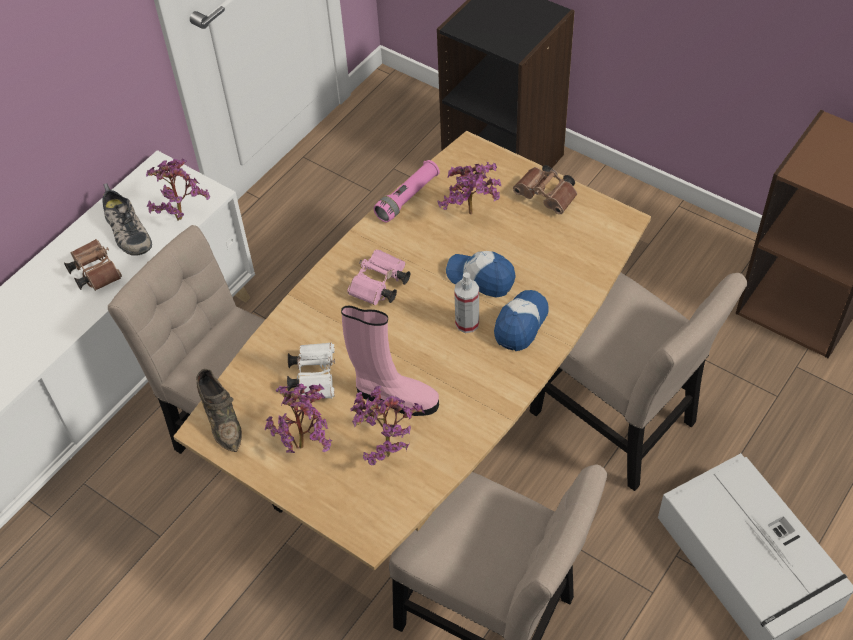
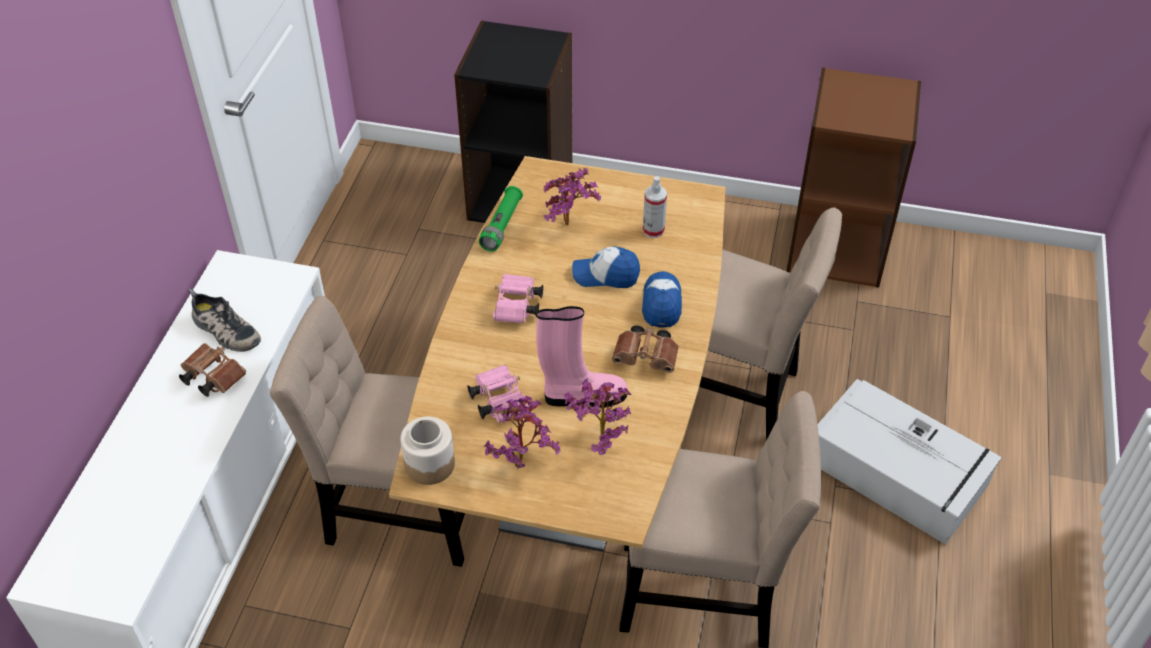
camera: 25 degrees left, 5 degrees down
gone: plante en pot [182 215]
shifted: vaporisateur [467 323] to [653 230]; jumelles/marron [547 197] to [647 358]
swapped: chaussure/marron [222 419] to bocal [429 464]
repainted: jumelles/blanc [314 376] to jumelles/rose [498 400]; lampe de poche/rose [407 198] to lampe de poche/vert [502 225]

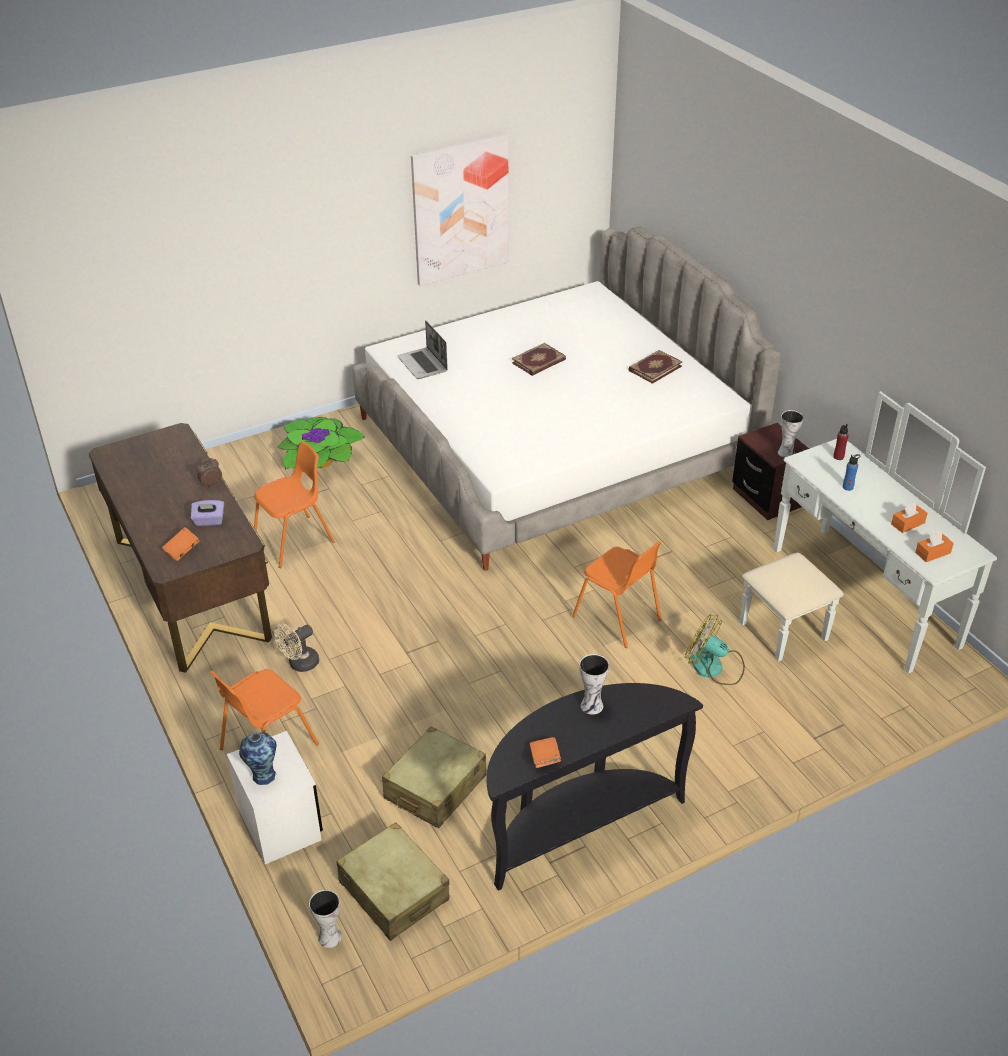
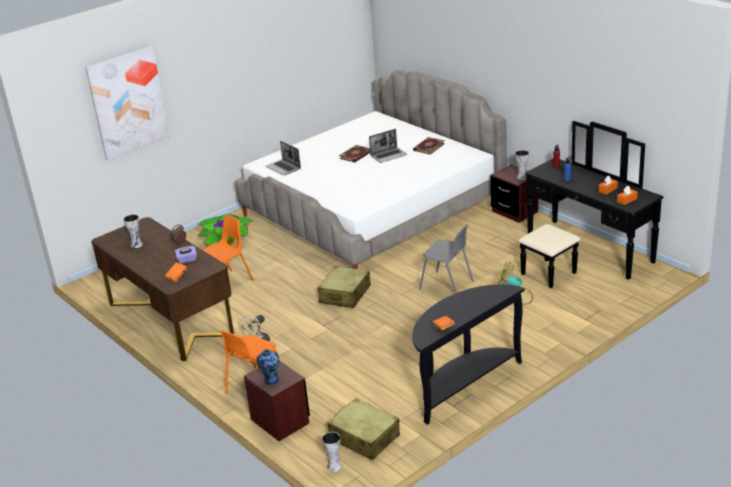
camera: 10 degrees left, 10 degrees down
new: ordinateur portable [389 155]
shifted: valise/beige [435 788] to [345 295]; tableau [460 209] to [128 102]; vase [593 705] to [137 244]
repainted: table de chevet/blanc [280 825] to table de chevet/marron [280 421]; chaise/orange [617 618] to chaise/gris [447 285]; commode/blanc [846 605] to commode/noir [580 254]

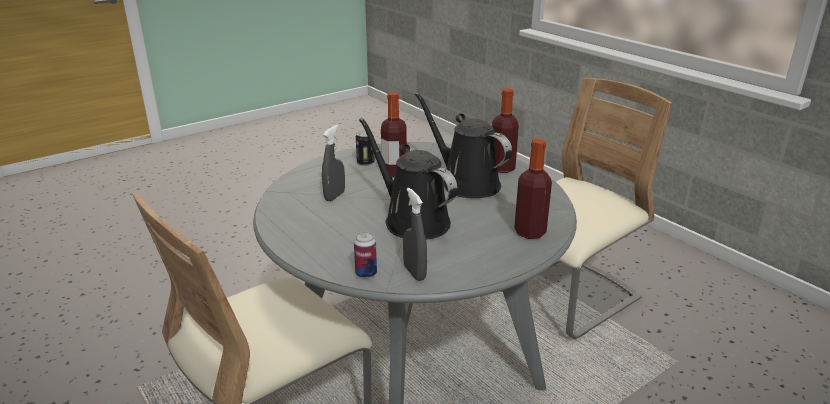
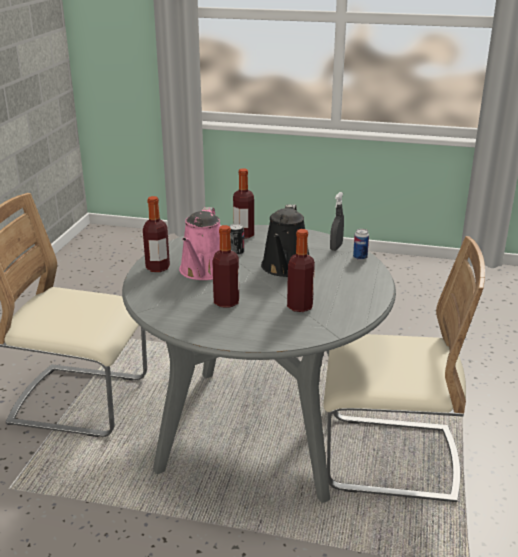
camera: 130 degrees left, 0 degrees up
shifted: boîte métallique [365 163] to [236 252]
swapped: vaporisateur/gris [334 196] to bouteille [300 306]
repainted: arrosoir/noir [466 183] to arrosoir/rose [204 271]

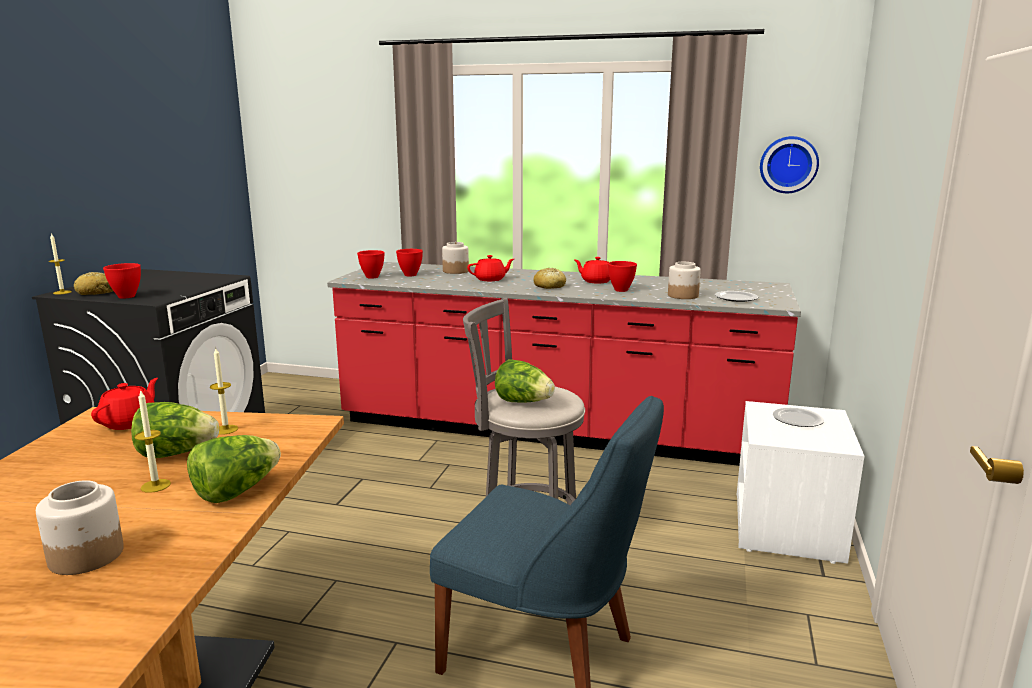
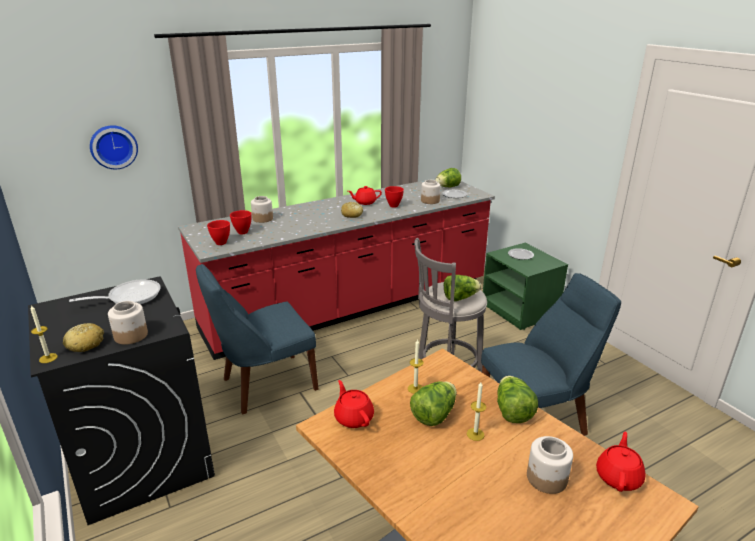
camera: 45 degrees left, 10 degrees up
new: poêle [130 297]; chaise/bleu [265 385]; laitue [447 187]
shifted: théière/rouge [490 279] to [618 477]; horloge murale [788 164] to [113 146]
swapped: bol/rouge [126 296] to bocal [130 336]
repainted: table de chevet/blanc [789 528] to table de chevet/vert [520 310]

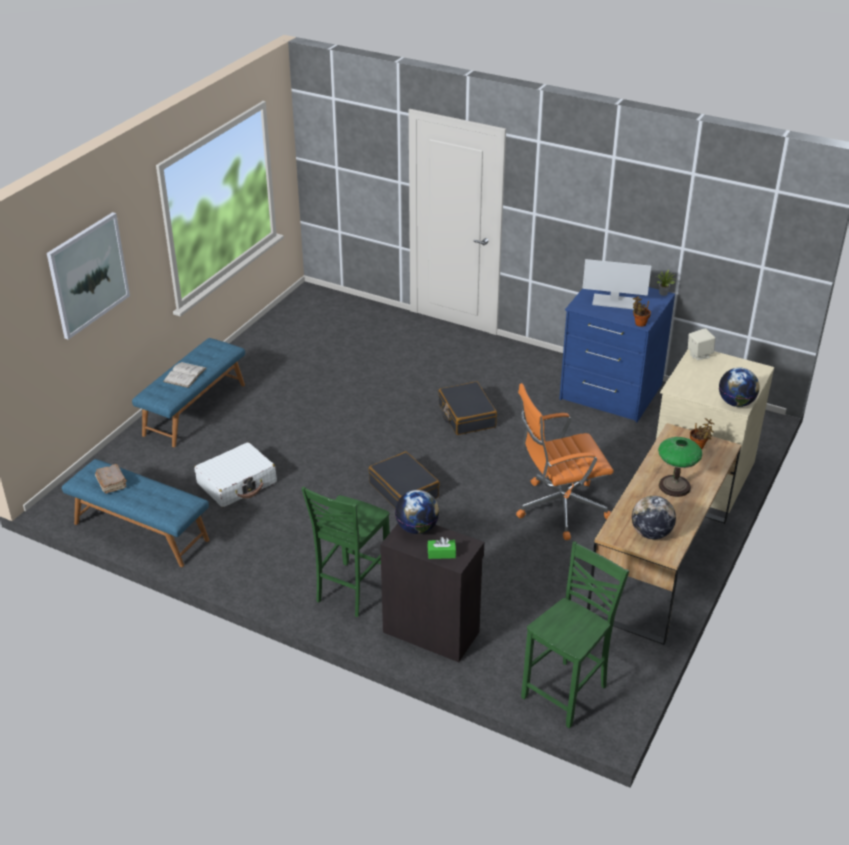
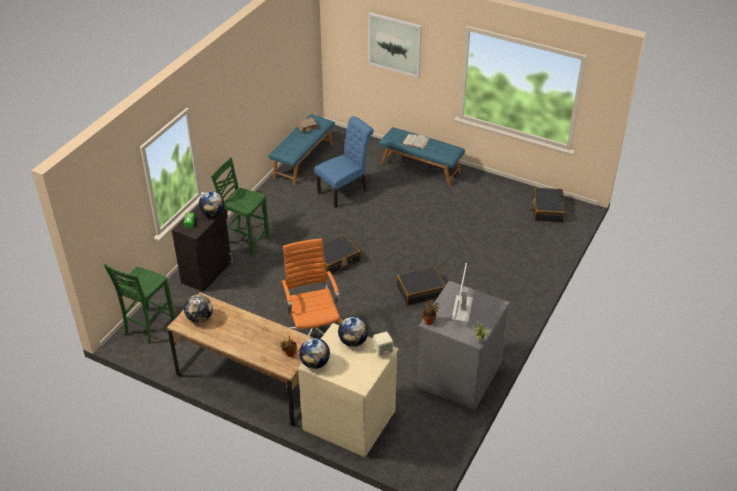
camera: 90 degrees right, 5 degrees up
gone: lampe de table [674 486]
new: globe [353 342]; valise/noir [547 210]
swapped: valise/blanc [237 483] to chaise/bleu [345 191]
repainted: commode/bleu [610 392] to commode/gris [458 375]
rotated: chaise/vert [567 692] = [148 327] 75 degrees clockwise

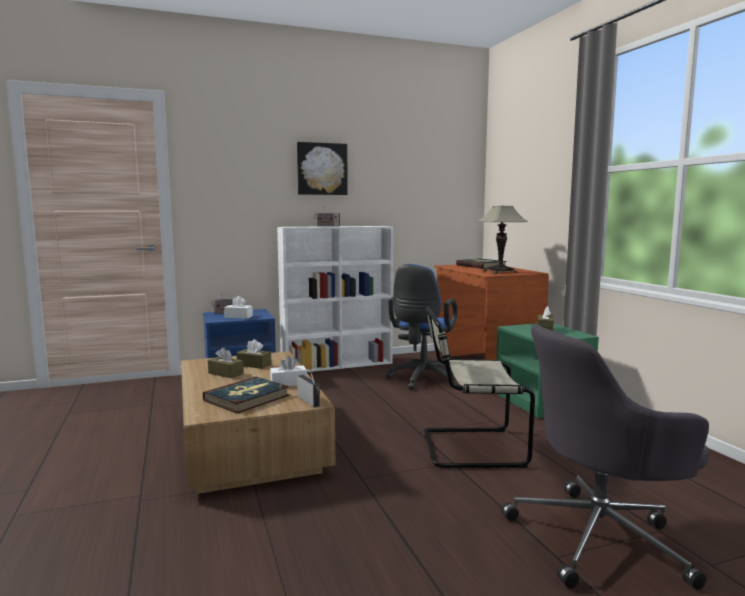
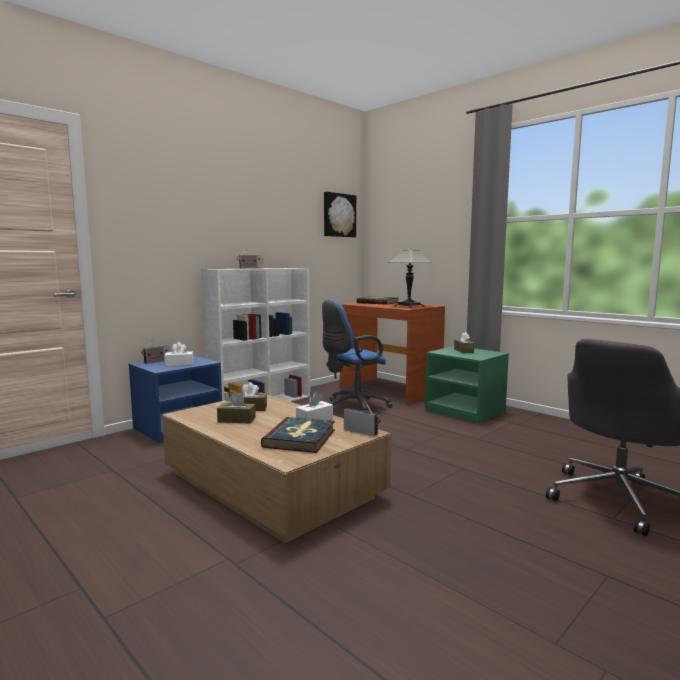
camera: 25 degrees left, 0 degrees up
gone: chaise/beige [468 448]
shifted: tableau [322 169] to [338 215]
rotated: chaise de bureau/bleu [421 380] = [353 407] 60 degrees clockwise

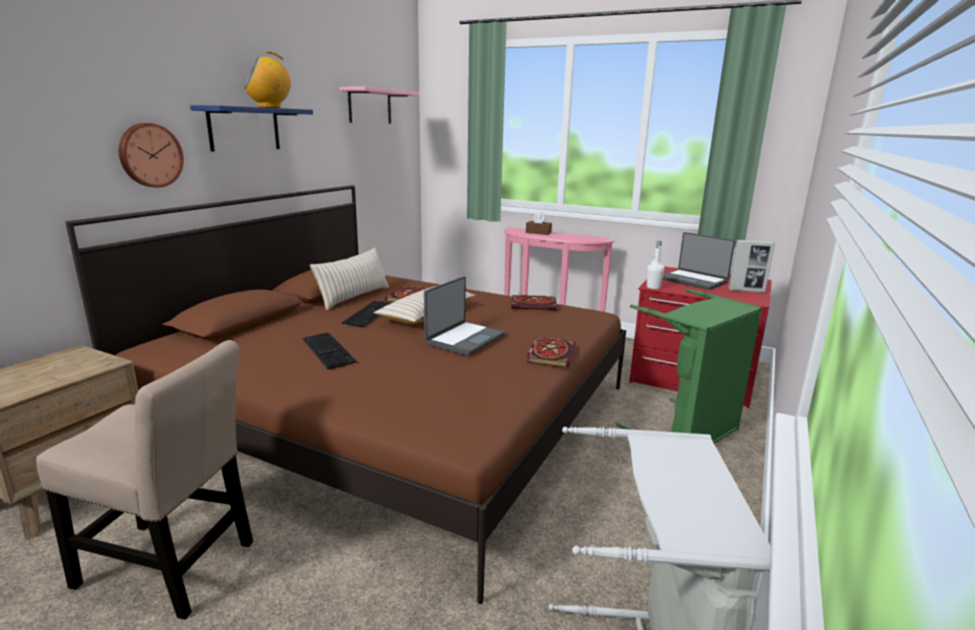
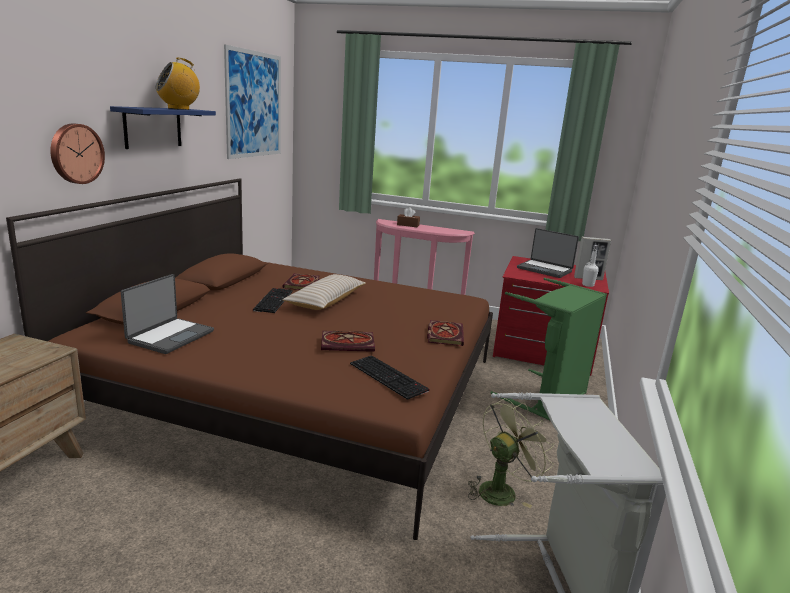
camera: 10 degrees left, 0 degrees up
gone: chaise/beige [172 567]; coussin/beige [354 297]
new: ventilateur/vert [501 490]
shifted: clavier [330 351] to [389 377]; ordinateur portable [464 339] to [170 336]; livre [534 305] to [349 343]; bouteille/blanc [653 287] to [588 285]
swapped: étagère/rose [370 106] to tableau [254 105]

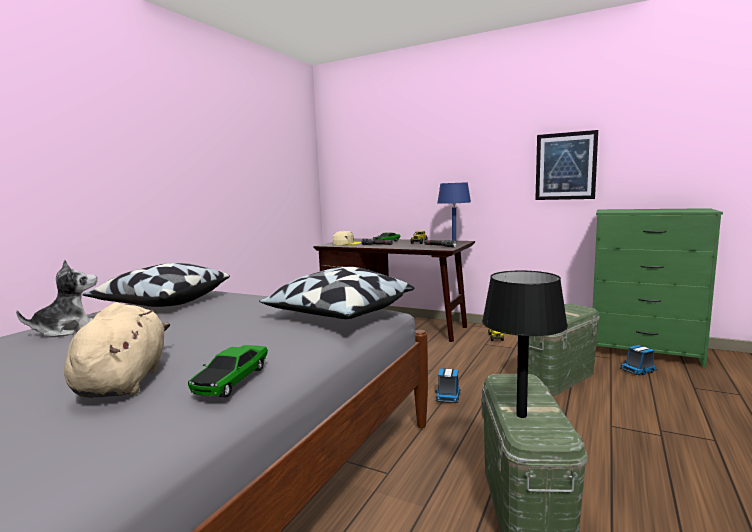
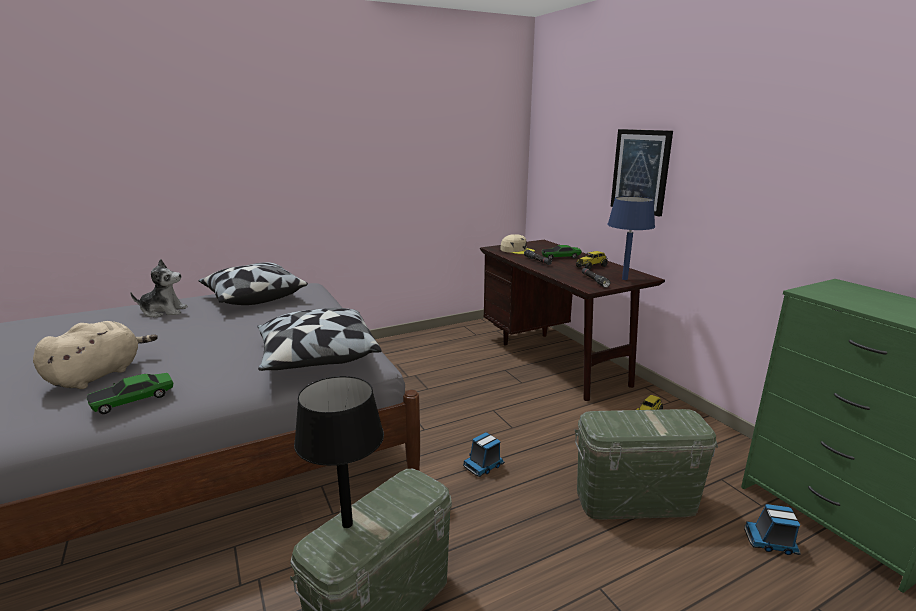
camera: 35 degrees right, 10 degrees up
shifted: tableau [565 166] to [640 171]

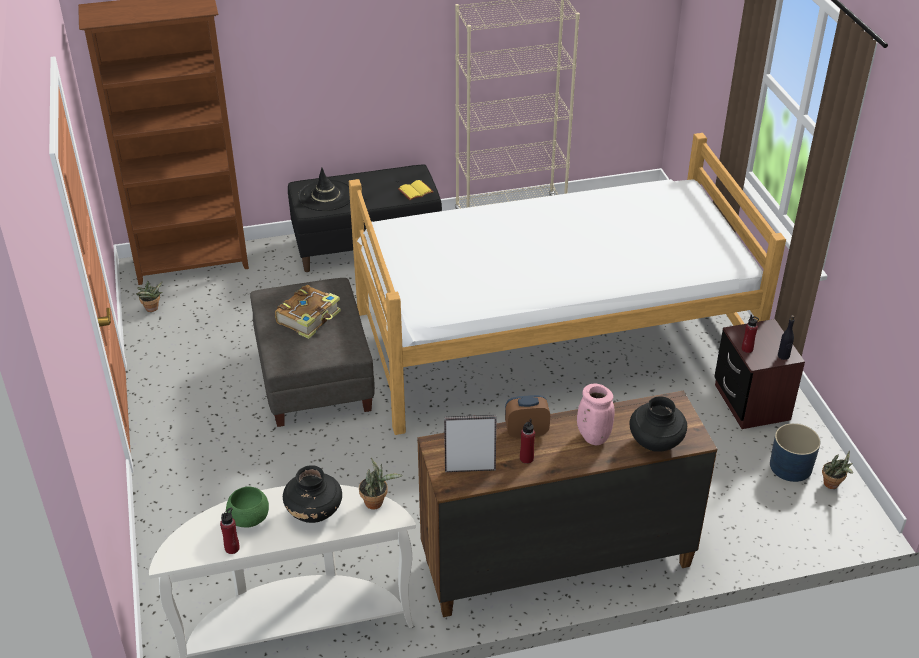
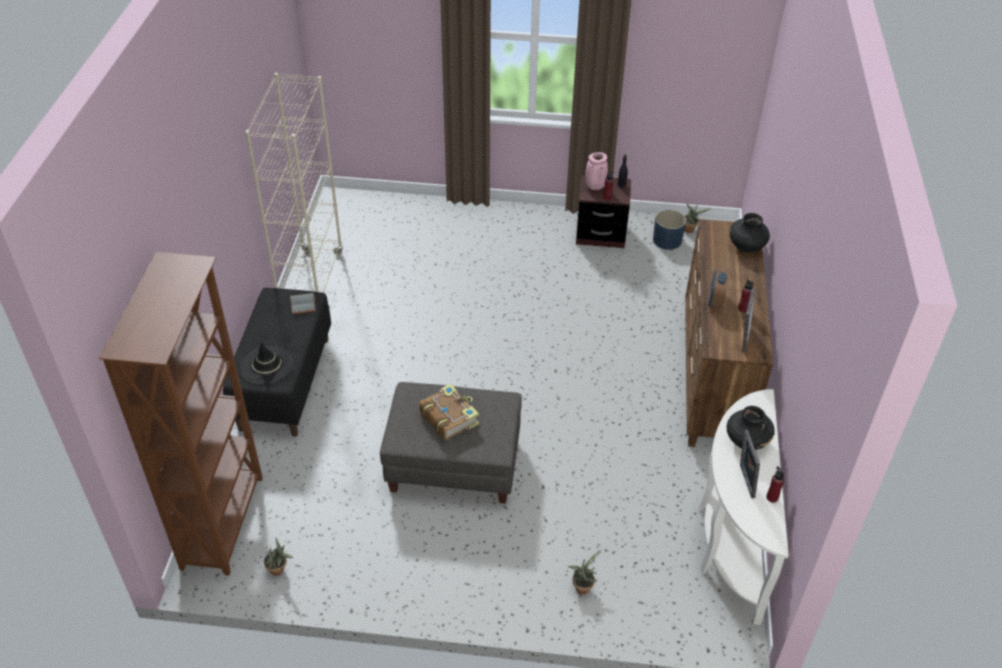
camera: 70 degrees left, 5 degrees up
gone: lit [553 340]
shifted: plante en pot [377 502] to [582 586]; vase/rose [592 437] to [595 187]
swapped: bol/vert [249 520] to cadre photo [744 481]
repainted: livre/jaune [415 192] to livre/gris [304 304]

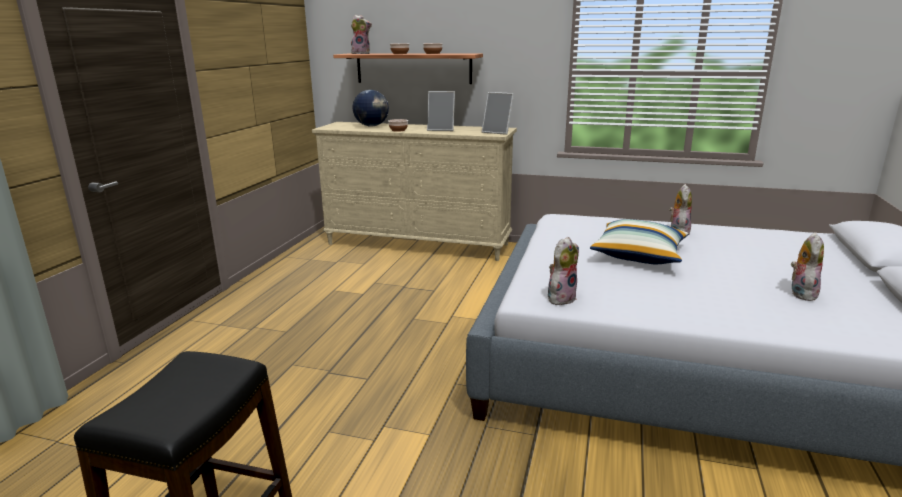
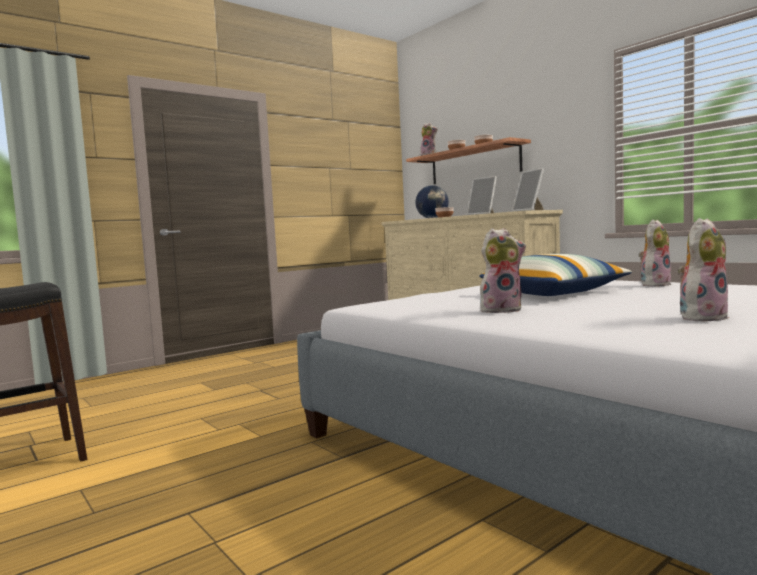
camera: 35 degrees right, 15 degrees down
shifted: peluche [561 298] to [501 310]

